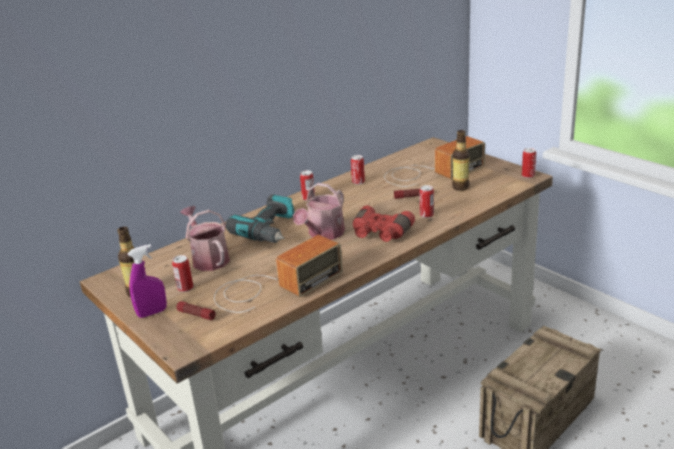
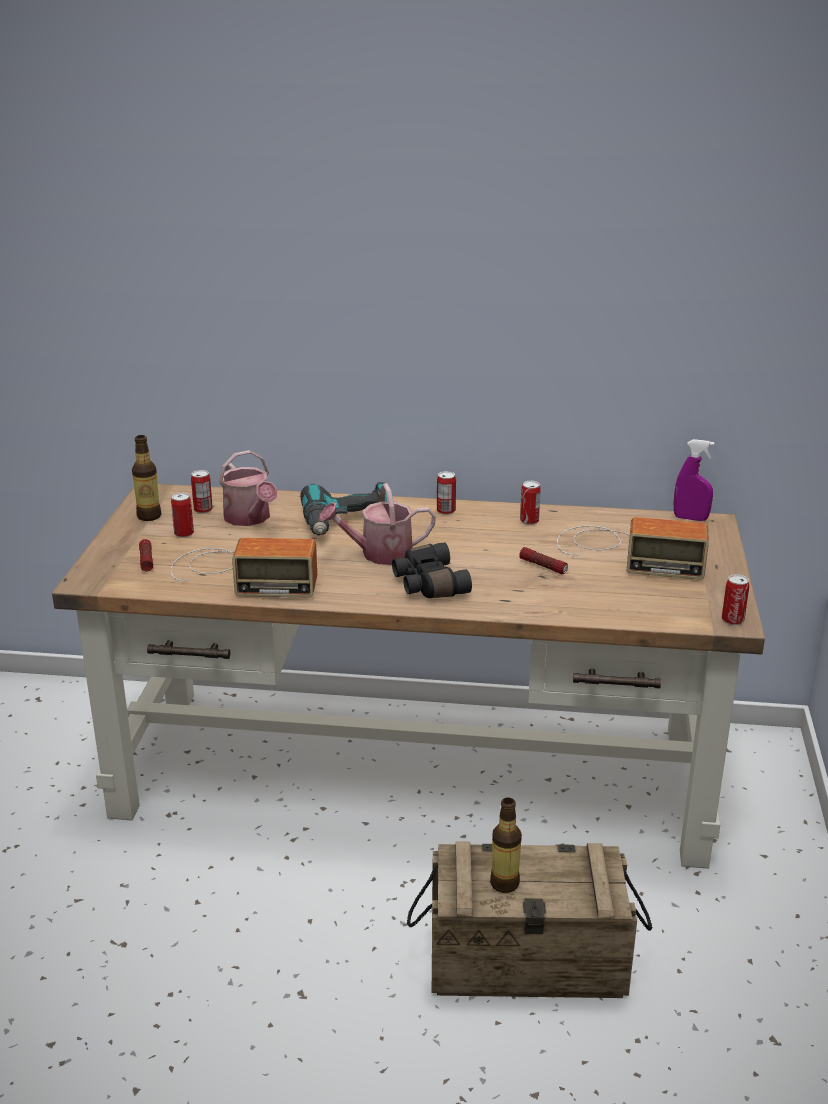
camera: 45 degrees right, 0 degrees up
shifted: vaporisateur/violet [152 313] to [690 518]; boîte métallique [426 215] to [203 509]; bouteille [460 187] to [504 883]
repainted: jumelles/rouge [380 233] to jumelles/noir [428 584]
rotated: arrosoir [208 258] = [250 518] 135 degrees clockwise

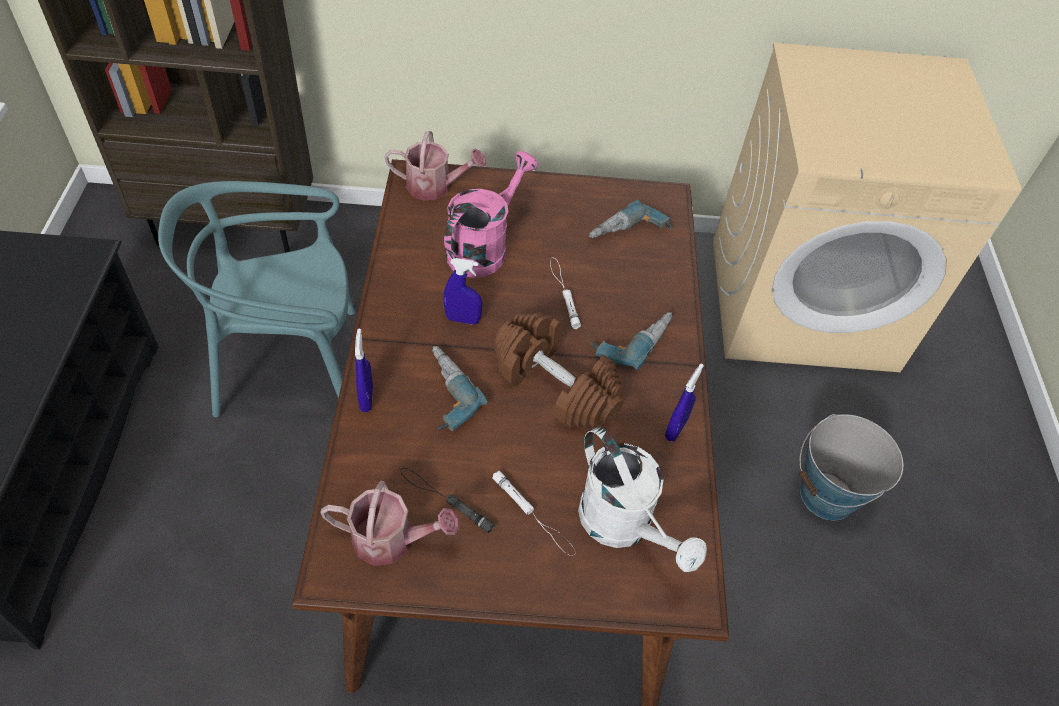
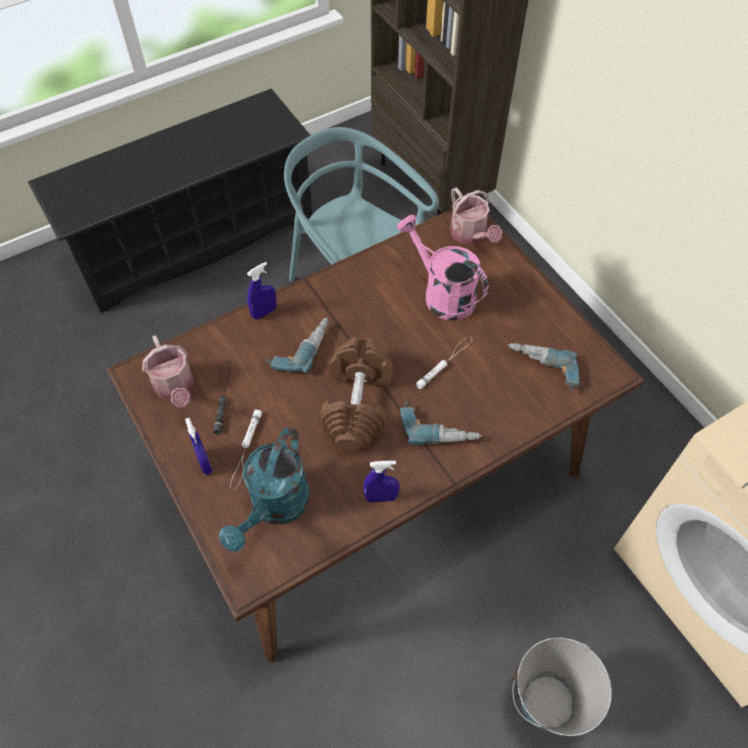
camera: 60 degrees right, 5 degrees up
shifted: vaporisateur/bleu [463 319] to [204 463]
repainted: arrosoir/blanc [624 526] to arrosoir/turquoise [275 508]
rotated: arrosoir/rose [483 247] = [442 294] 135 degrees counterclockwise

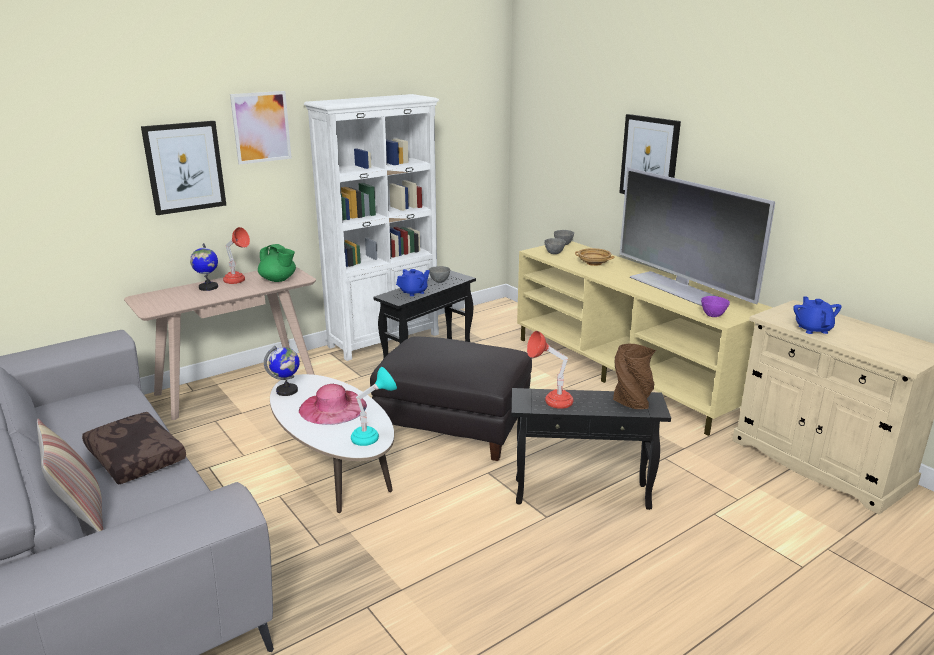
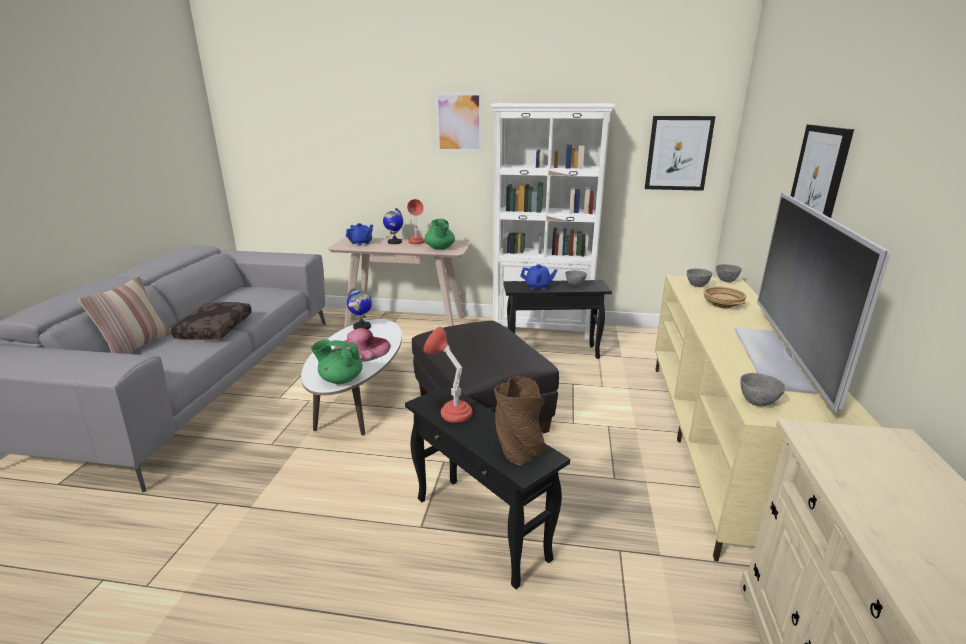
camera: 45 degrees right, 0 degrees up
shifted: tableau [185 167] to [678 153]; théière/bleu [813 329] to [361 243]
swapped: lampe de table/turquoise [373 437] to théière/vert [340 379]
repainted: bol/violet [712 315] to bol/gris [757 402]

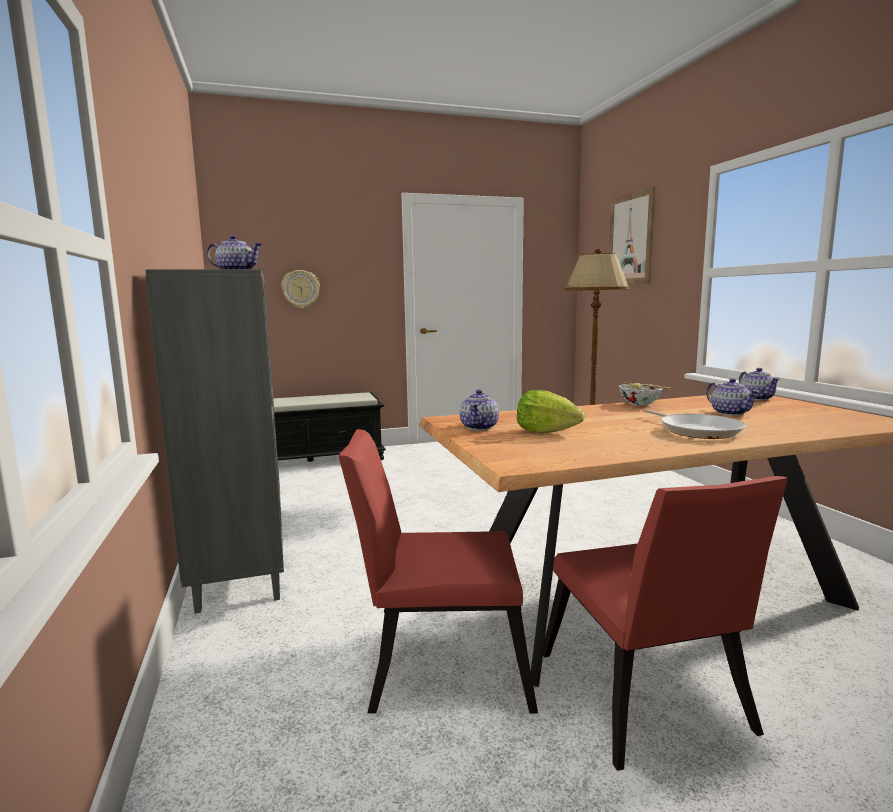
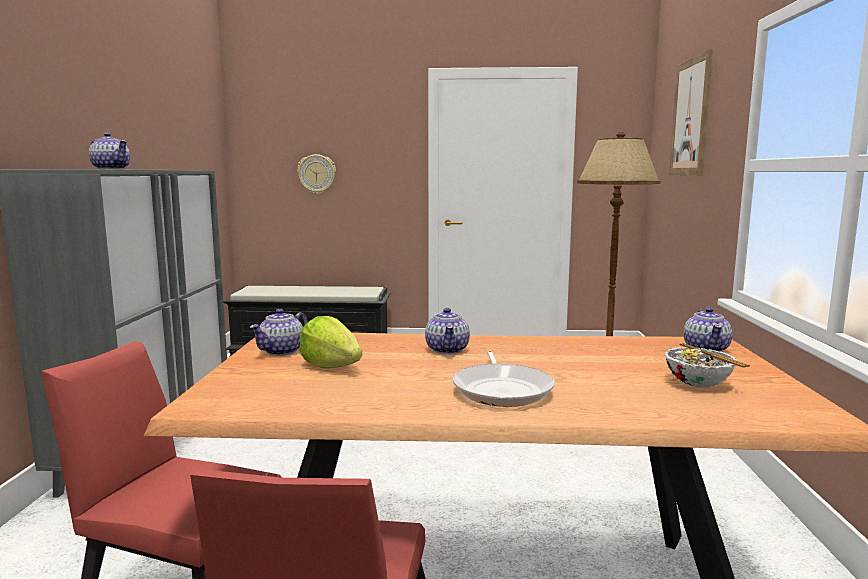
camera: 20 degrees right, 0 degrees up
shifted: bol [640 404] to [698 383]; théière [730 413] to [447 350]

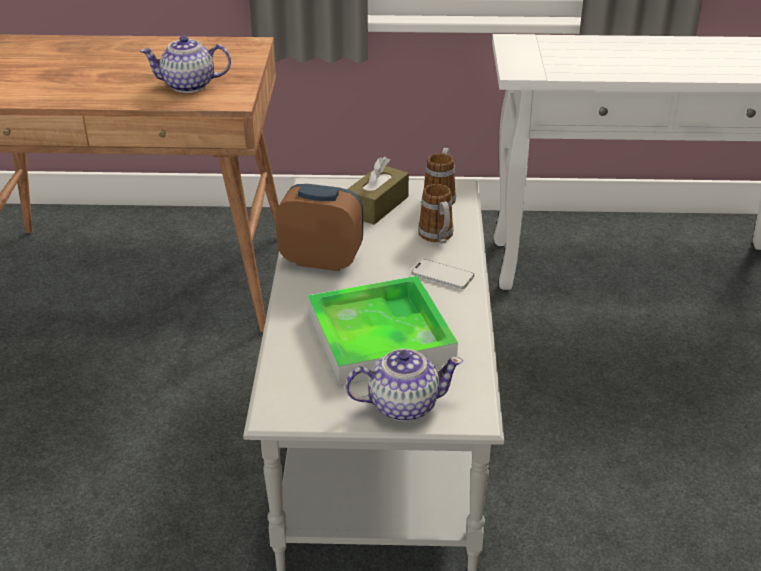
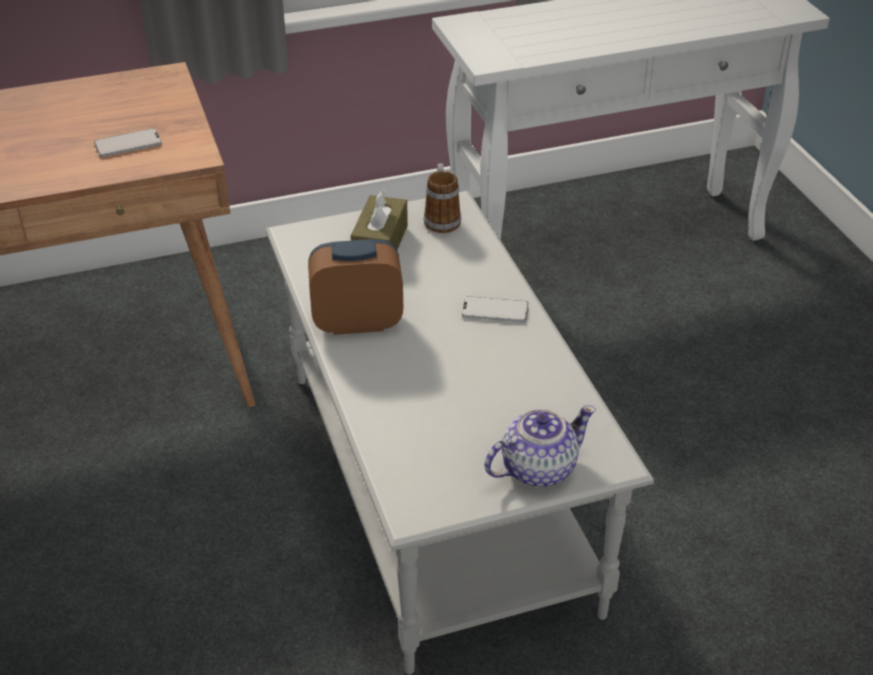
camera: 20 degrees left, 5 degrees up
gone: plateau [380 337]; mug [438 237]
swapped: théière [189 85] to téléphone [128 144]

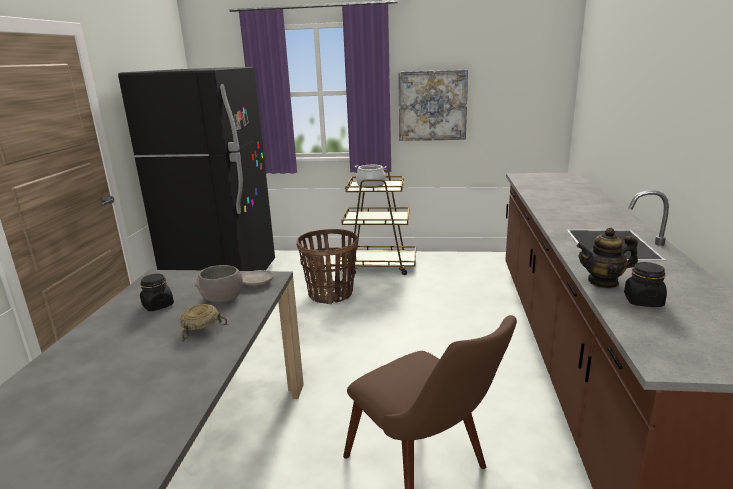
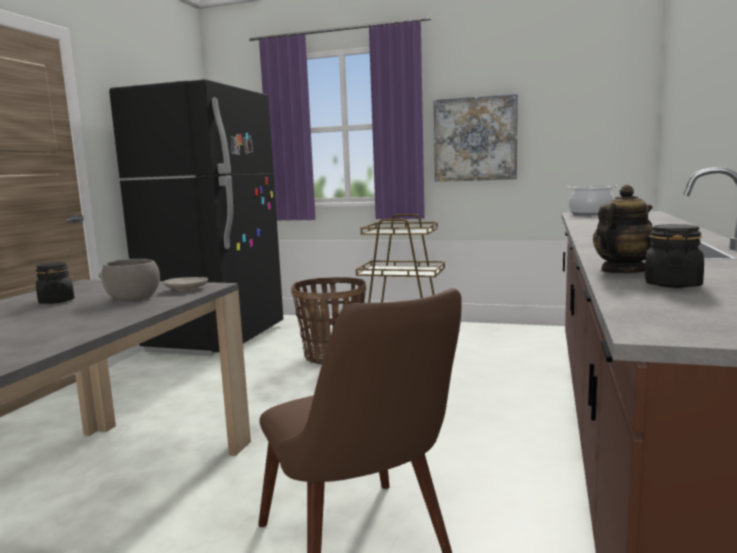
camera: 10 degrees right, 10 degrees down
gone: bol/beige [202 328]
shifted: marmite [371 185] to [590 214]
rotated: théière [603 282] = [622 271] 135 degrees clockwise

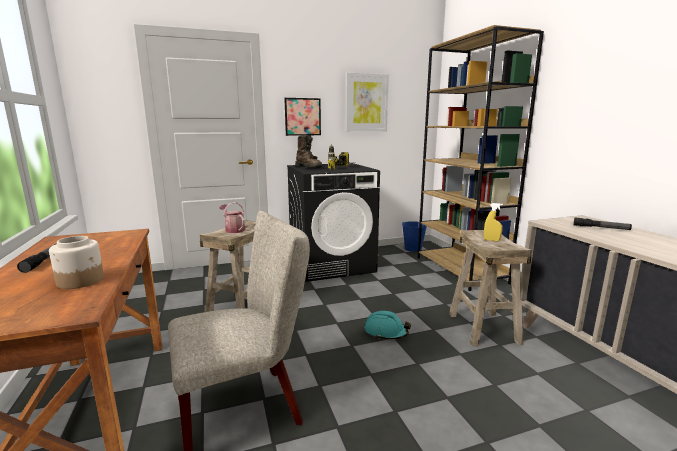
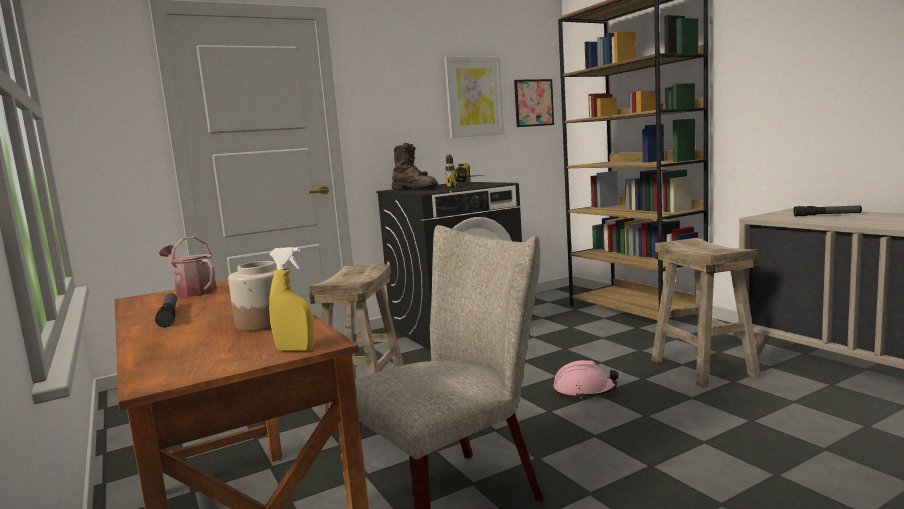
camera: 10 degrees left, 5 degrees down
gone: seau/bleu [413 249]
shifted: arrosoir [233 229] to [193 291]; tableau [302 117] to [533 103]; vaporisateur/jaune [491 240] to [295 349]
repainted: casque de chantier/turquoise [386 332] to casque de chantier/rose [584 390]

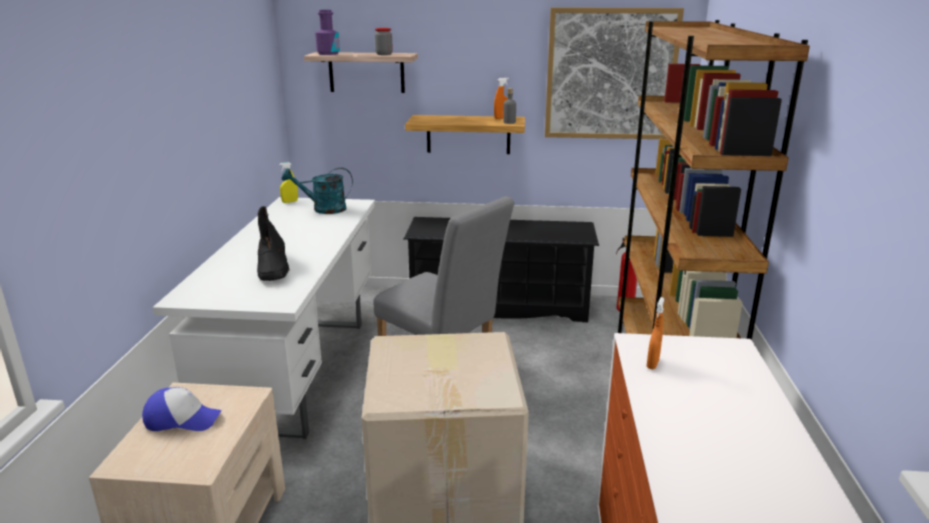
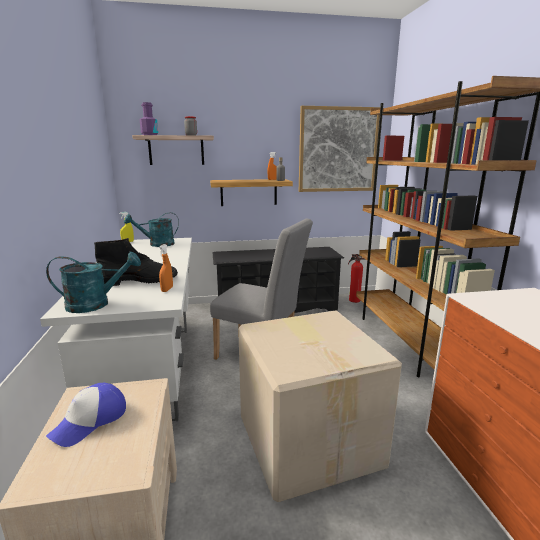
camera: 15 degrees left, 5 degrees down
new: arrosoir/turquoise [96 304]
shifted: vaporisateur/orange [652 364] to [167 289]
rotated: casquette [182 419] = [90 421] 135 degrees clockwise; botte/noir [273 268] = [141 281] 75 degrees counterclockwise

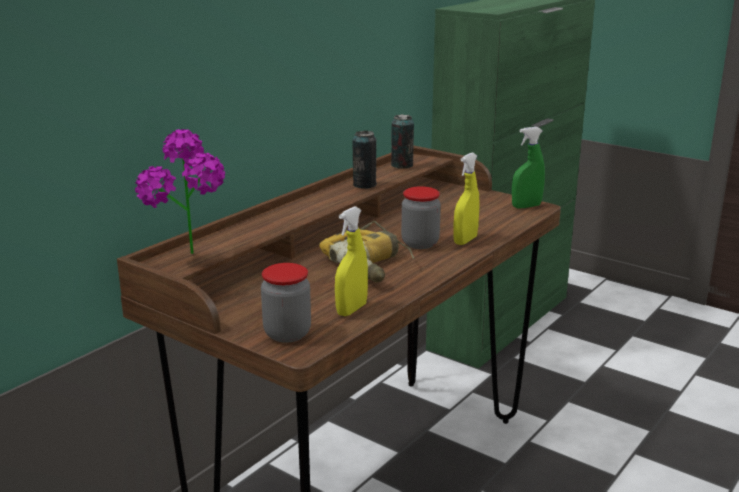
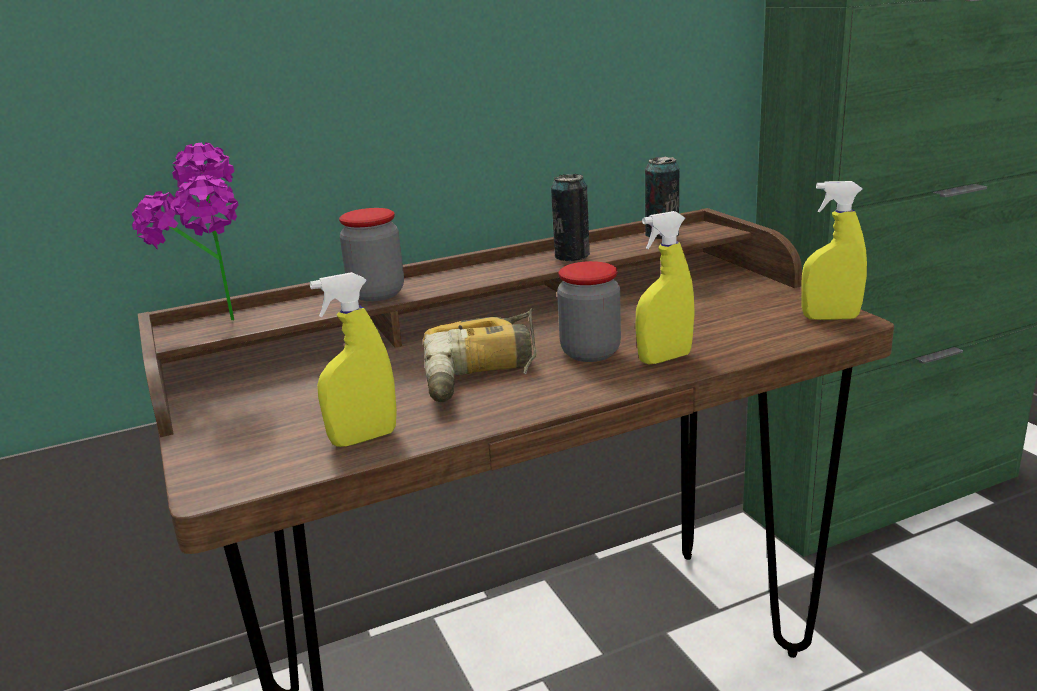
camera: 30 degrees right, 0 degrees up
shifted: bocal [287 334] to [377 294]
repainted: vaporisateur/vert [526 206] to vaporisateur/jaune [830 318]

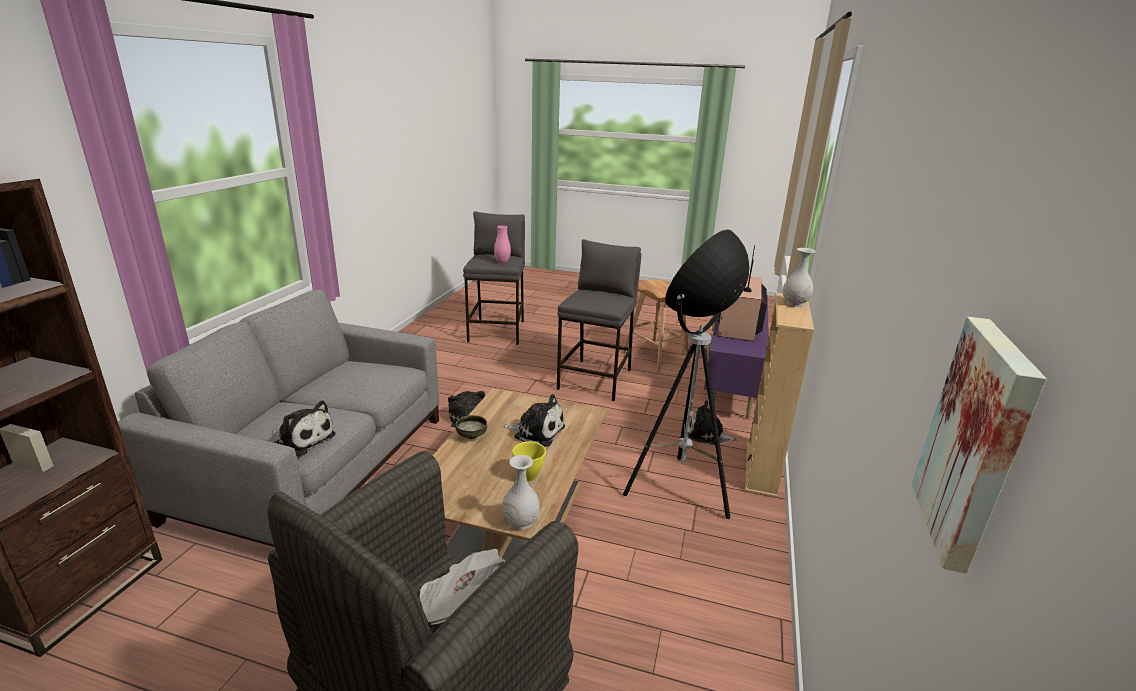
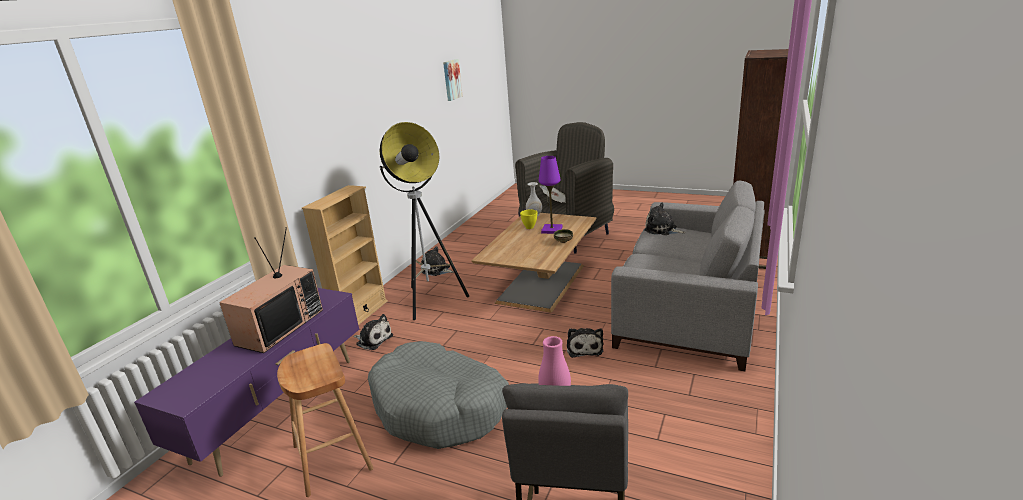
camera: 170 degrees left, 0 degrees up
gone: vase/blanc [795 303]
new: lampe de table/violet [551 230]
shifted: peluche [536 431] to [437 270]
swapped: tabouret/gris [596 379] to panier pour chien/gris [440 407]

